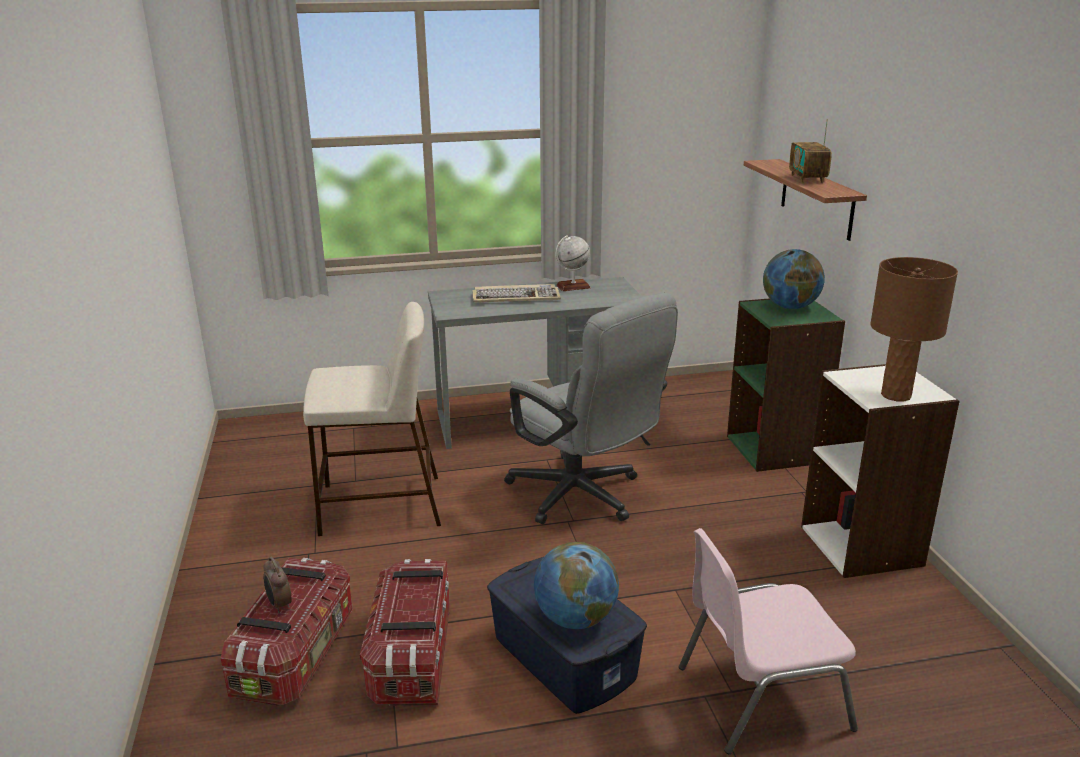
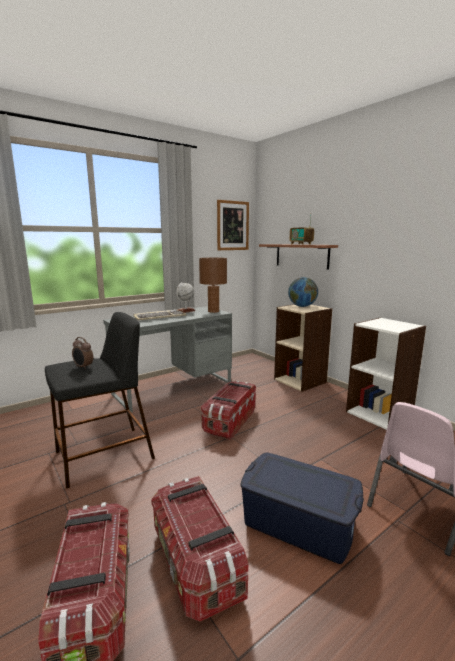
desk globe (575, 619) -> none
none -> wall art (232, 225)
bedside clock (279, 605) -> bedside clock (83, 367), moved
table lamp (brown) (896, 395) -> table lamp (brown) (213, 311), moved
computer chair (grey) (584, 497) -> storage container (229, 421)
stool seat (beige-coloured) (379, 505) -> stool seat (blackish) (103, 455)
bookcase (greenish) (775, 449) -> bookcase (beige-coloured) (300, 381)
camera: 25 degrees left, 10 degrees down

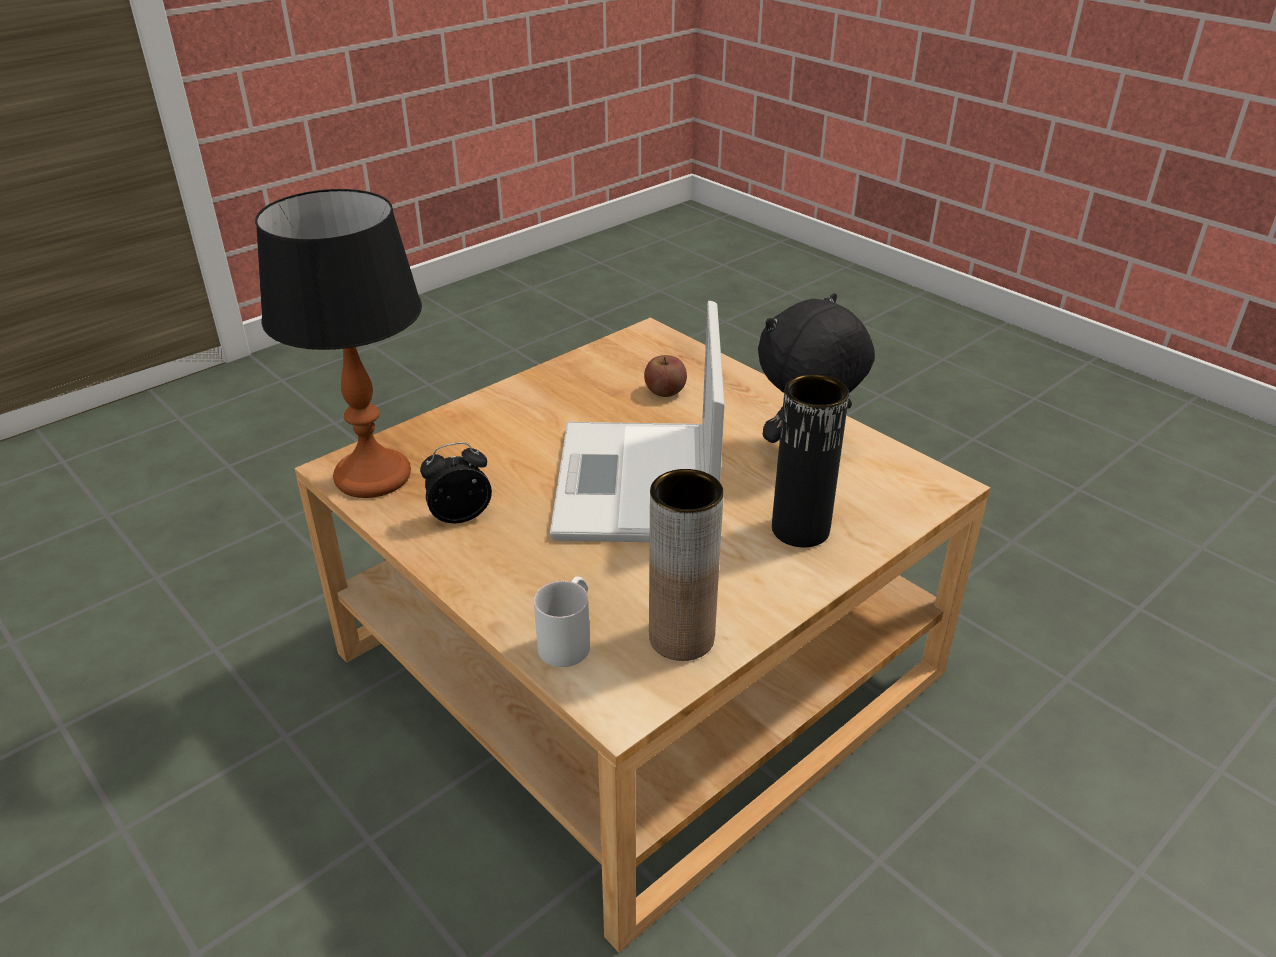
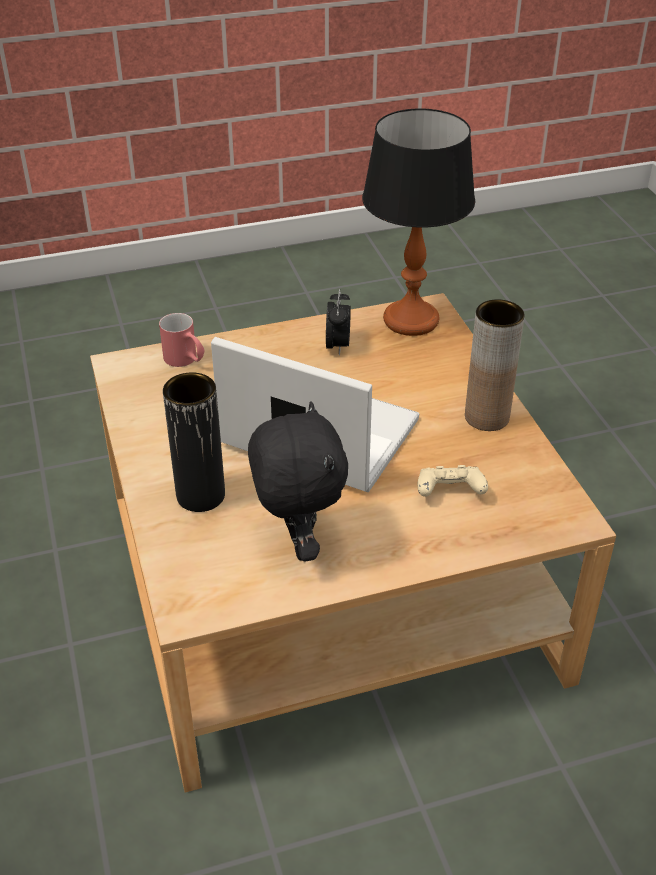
flower vase (brown) (681, 638) -> flower vase (brown) (486, 417), moved
apple fruit (665, 391) -> gamepad (beige-coloured) (449, 493)
coffee mug (white-coloured) (569, 638) -> coffee mug (red-coloured) (186, 361)
camera: 115 degrees right, 5 degrees up

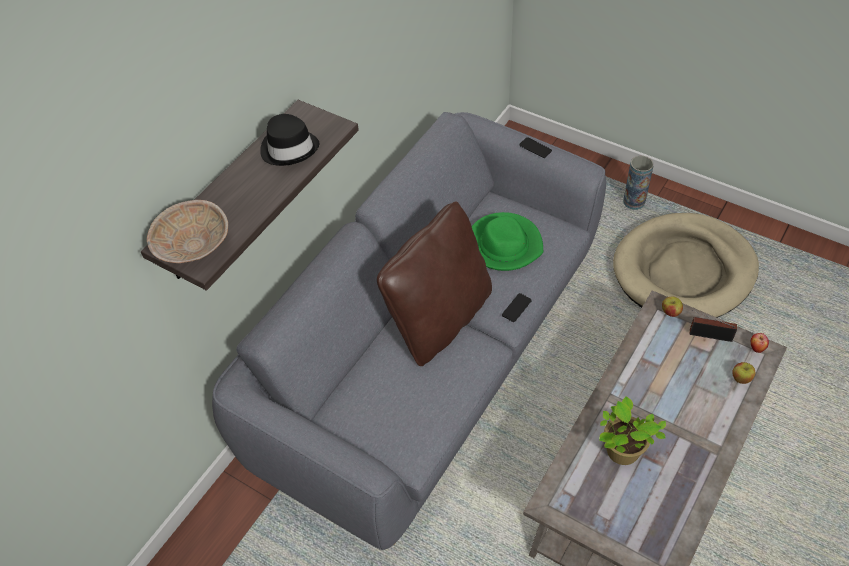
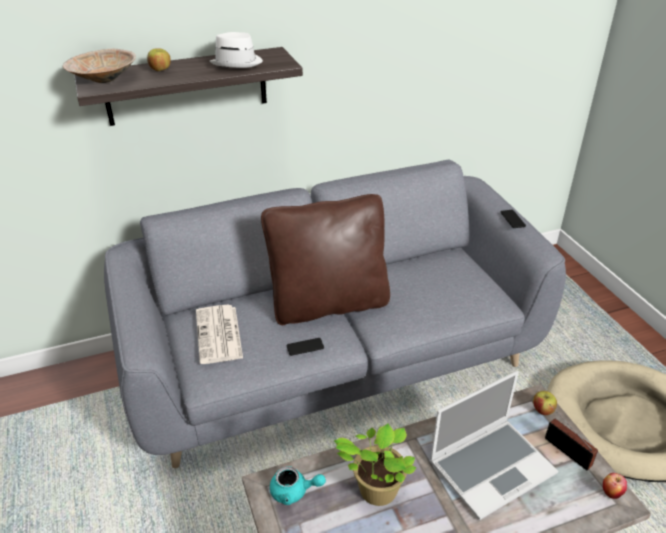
clothing hat (greenish) (504, 244) -> none
flower vase (634, 202) -> none
none -> daily paper (219, 335)
none -> pot for tea (blue-green) (294, 492)
none -> notebook computer (492, 467)
handset (516, 308) -> handset (305, 347), moved
apple fruit (741, 378) -> apple fruit (160, 70), moved
clothing hat (blackish) (289, 148) -> clothing hat (white-coloured) (238, 62)
camera: 35 degrees right, 15 degrees down

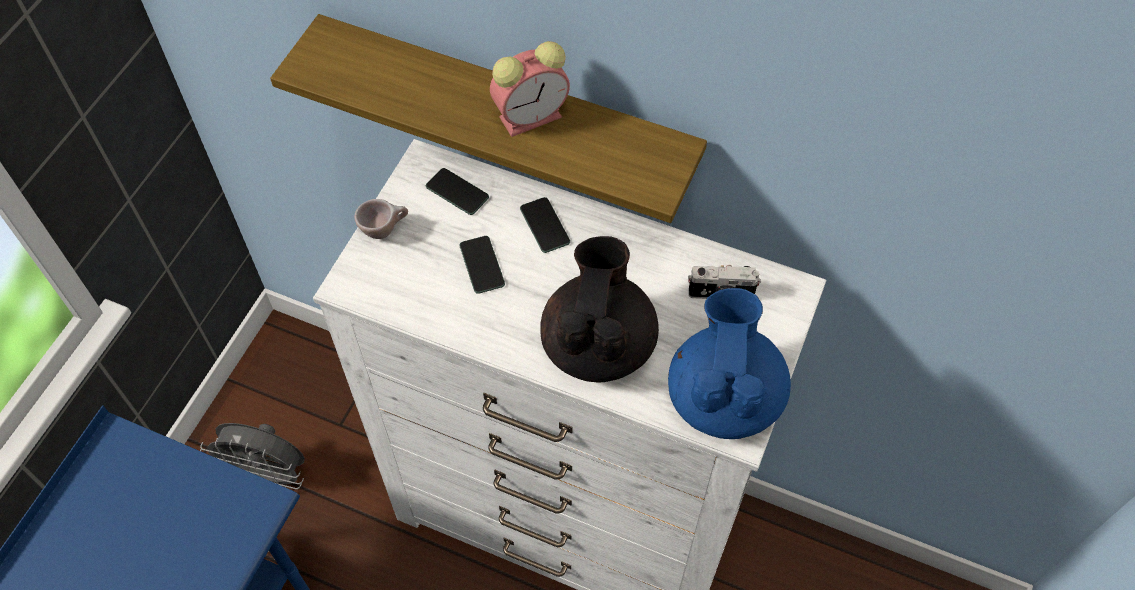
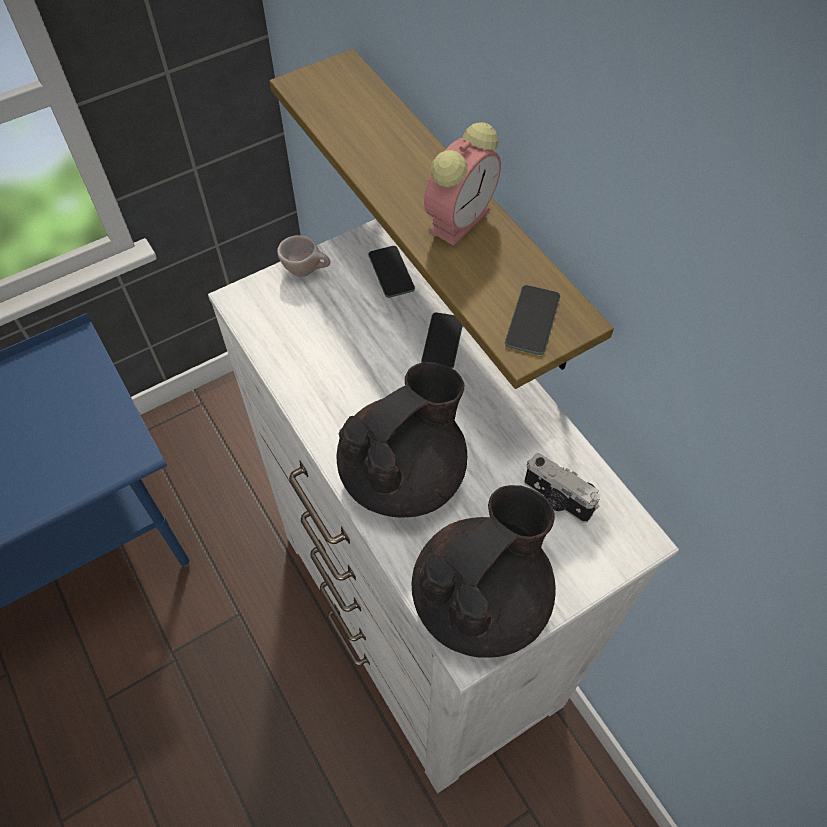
fan (grey) (268, 474) -> none
handset (482, 265) -> handset (532, 320), moved
pot for tea (blue) (724, 396) -> pot for tea (blackish) (481, 598)
bedside clock (532, 115) -> bedside clock (460, 218), 60 degrees counterclockwise
camera: 35 degrees right, 0 degrees up

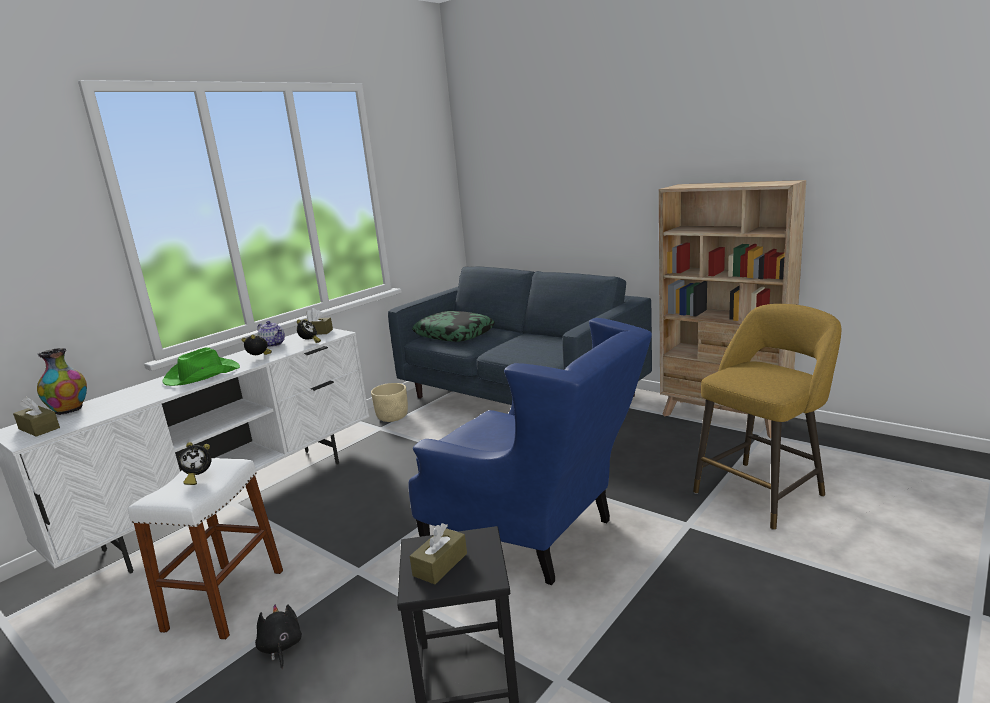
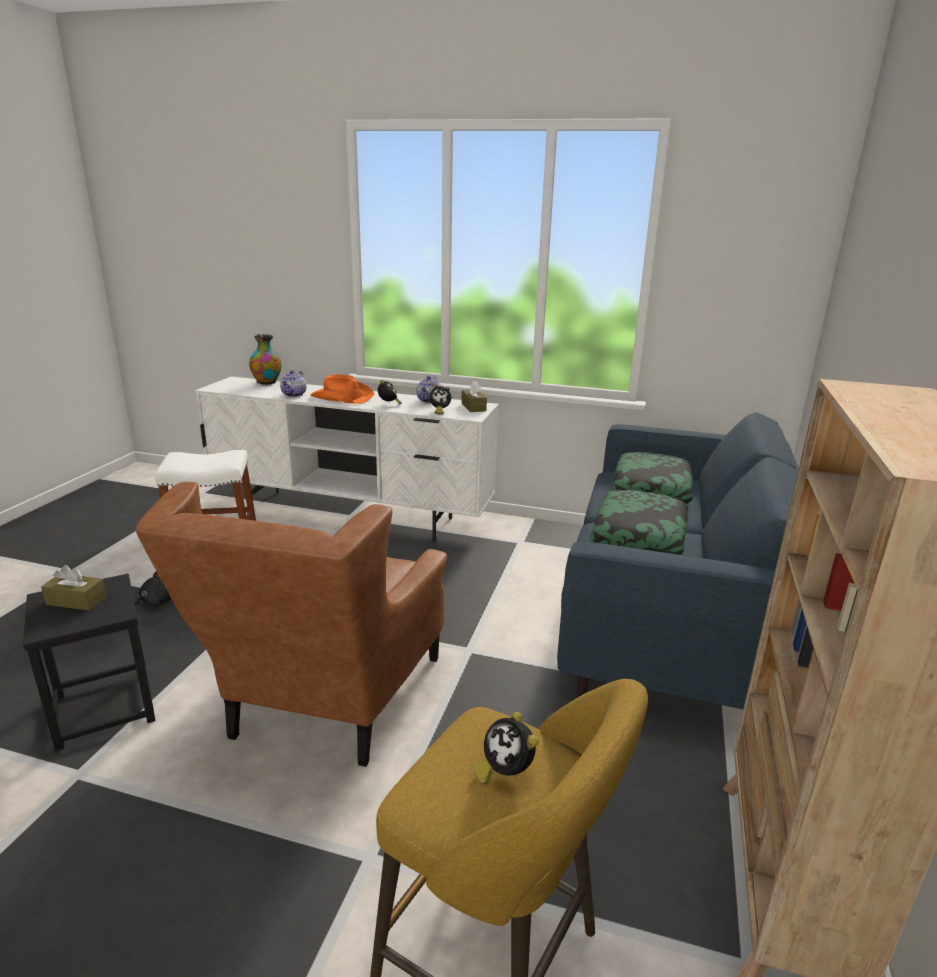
box of tissues (brown) (39, 428) -> none
planter (beige-coloured) (392, 417) -> none
none -> pot for tea (294, 394)
none -> cushion (639, 536)
bedside clock (198, 477) -> bedside clock (505, 772), moved
clothing hat (greenish) (201, 375) -> clothing hat (orange-coloured) (341, 397)
easy chair (blue) (536, 534) -> easy chair (brown) (324, 706)
camera: 65 degrees right, 5 degrees up

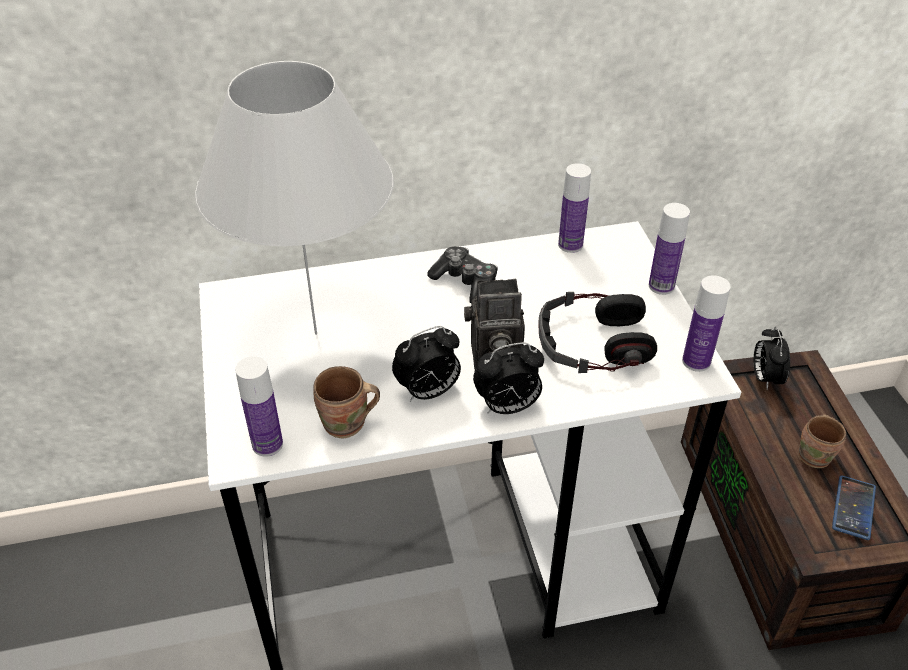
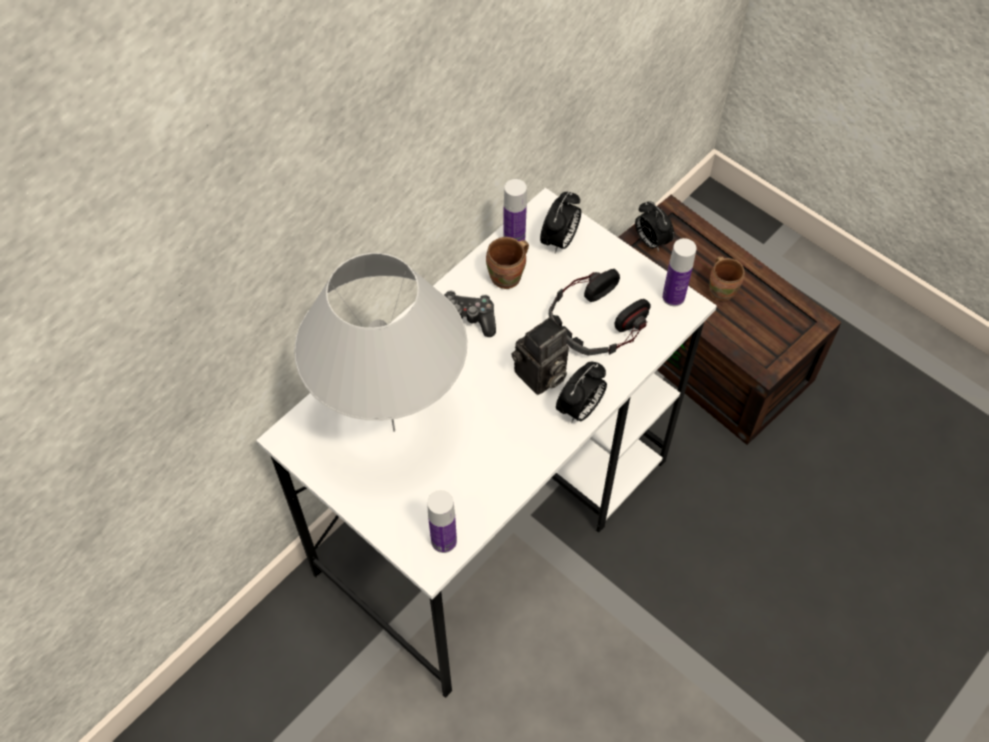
bottle (661, 286) -> none
handset (853, 508) -> none
coffee mug (brown) (347, 425) -> coffee mug (brown) (508, 277), moved
bedside clock (428, 392) -> bedside clock (560, 241), moved
camera: 35 degrees left, 15 degrees up

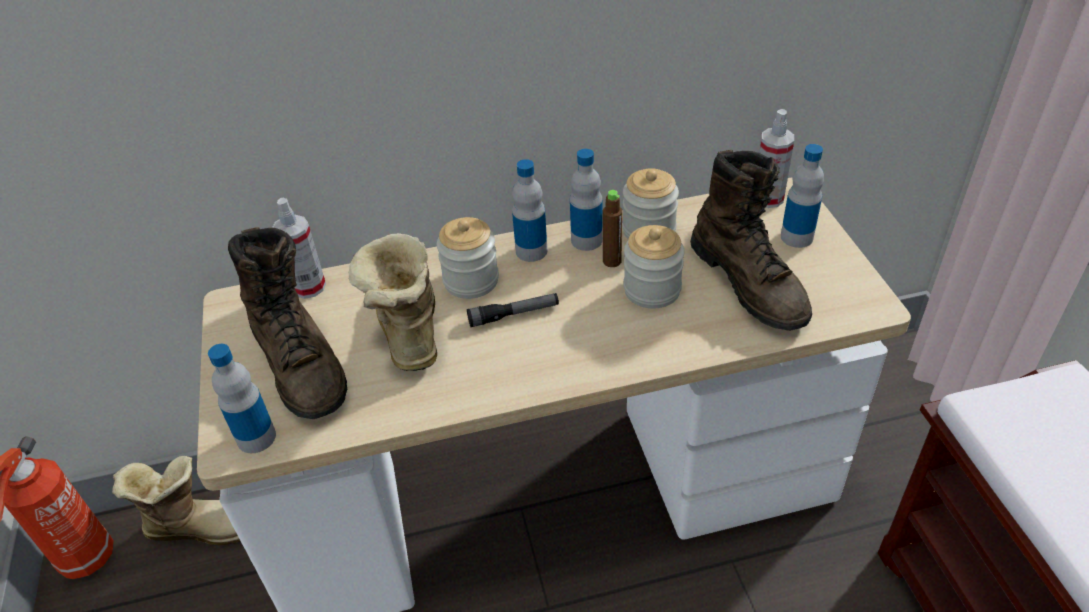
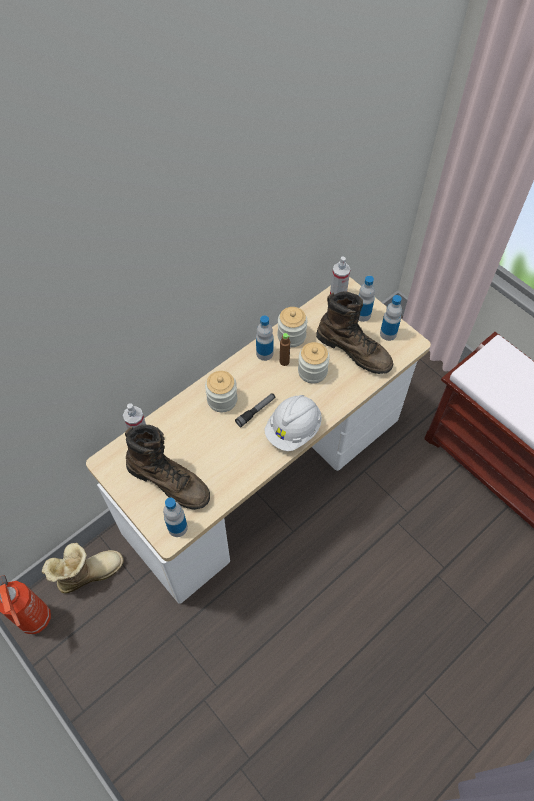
high-top boot (406, 331) -> none
none -> work helmet (white-coloured) (293, 430)
bottle (531, 251) -> bottle (388, 333), moved
camera: 30 degrees left, 15 degrees up

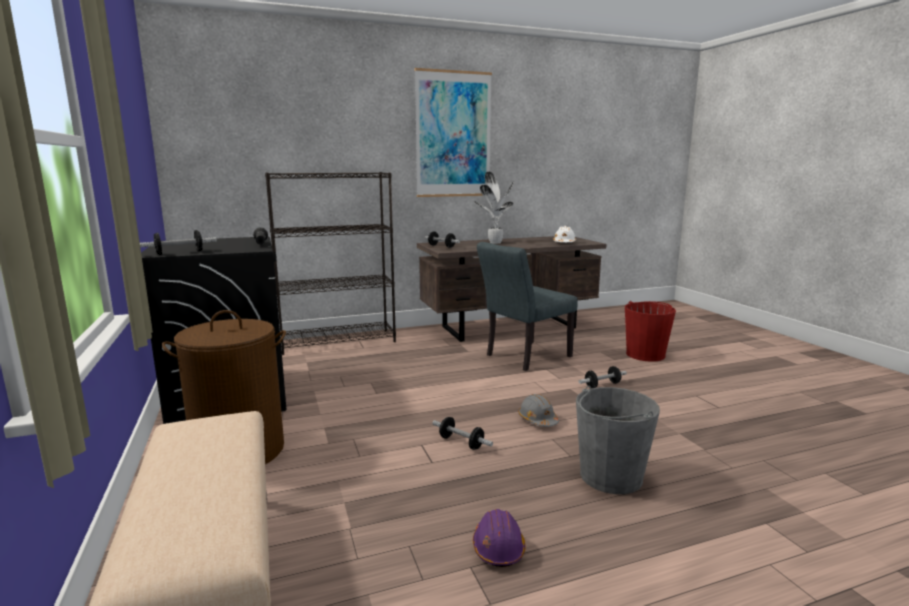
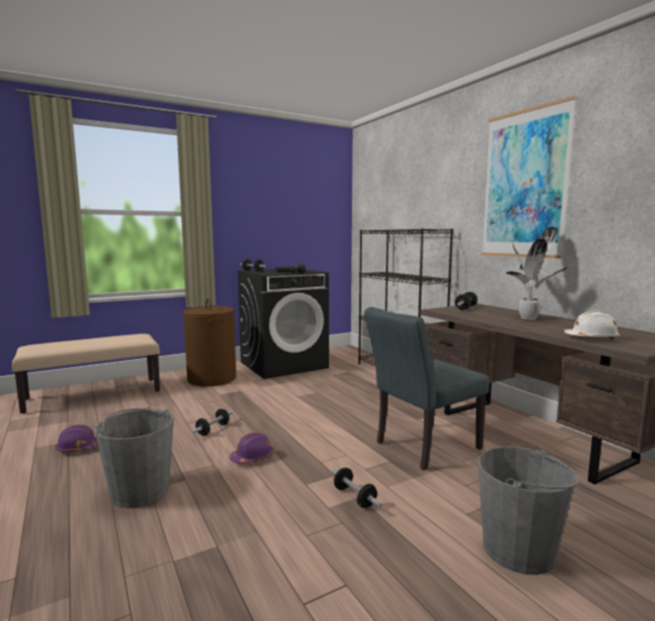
work helmet (grey) (538, 420) -> work helmet (purple-coloured) (252, 458)
bucket (red-coloured) (645, 354) -> bucket (grey) (519, 550)
plain chair (grey) (523, 357) -> plain chair (grey) (421, 447), 75 degrees counterclockwise
camera: 80 degrees right, 5 degrees down

